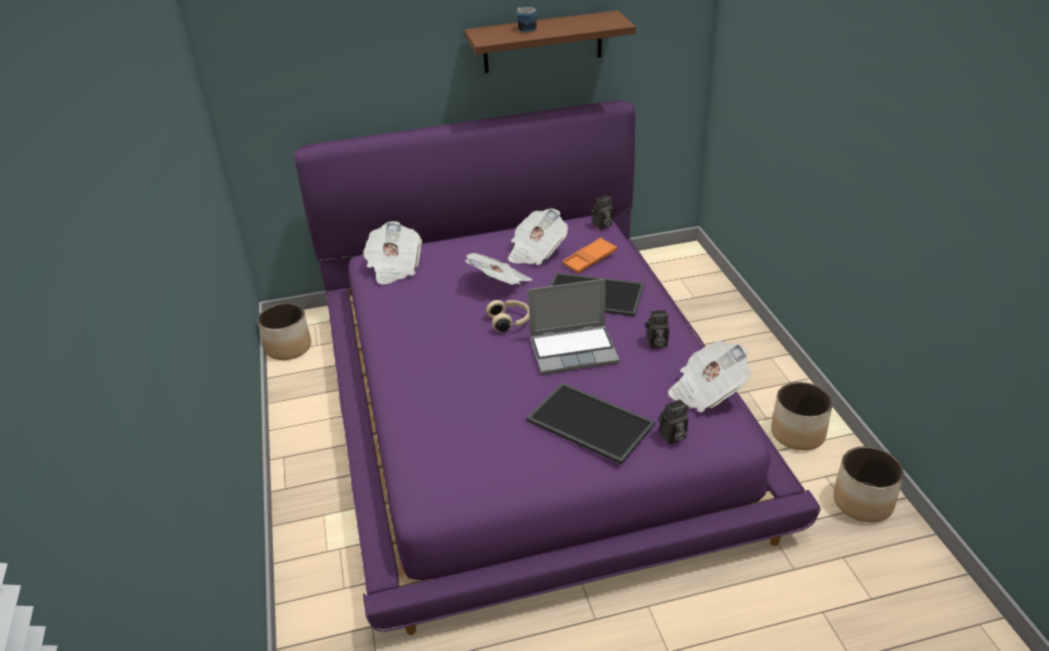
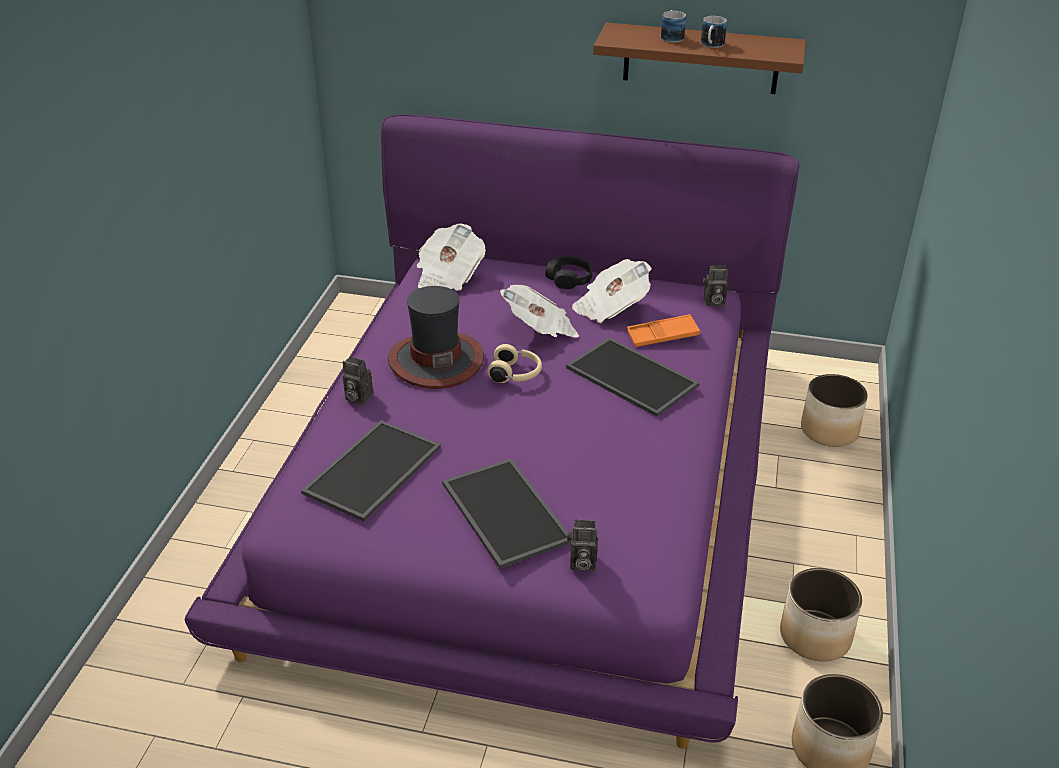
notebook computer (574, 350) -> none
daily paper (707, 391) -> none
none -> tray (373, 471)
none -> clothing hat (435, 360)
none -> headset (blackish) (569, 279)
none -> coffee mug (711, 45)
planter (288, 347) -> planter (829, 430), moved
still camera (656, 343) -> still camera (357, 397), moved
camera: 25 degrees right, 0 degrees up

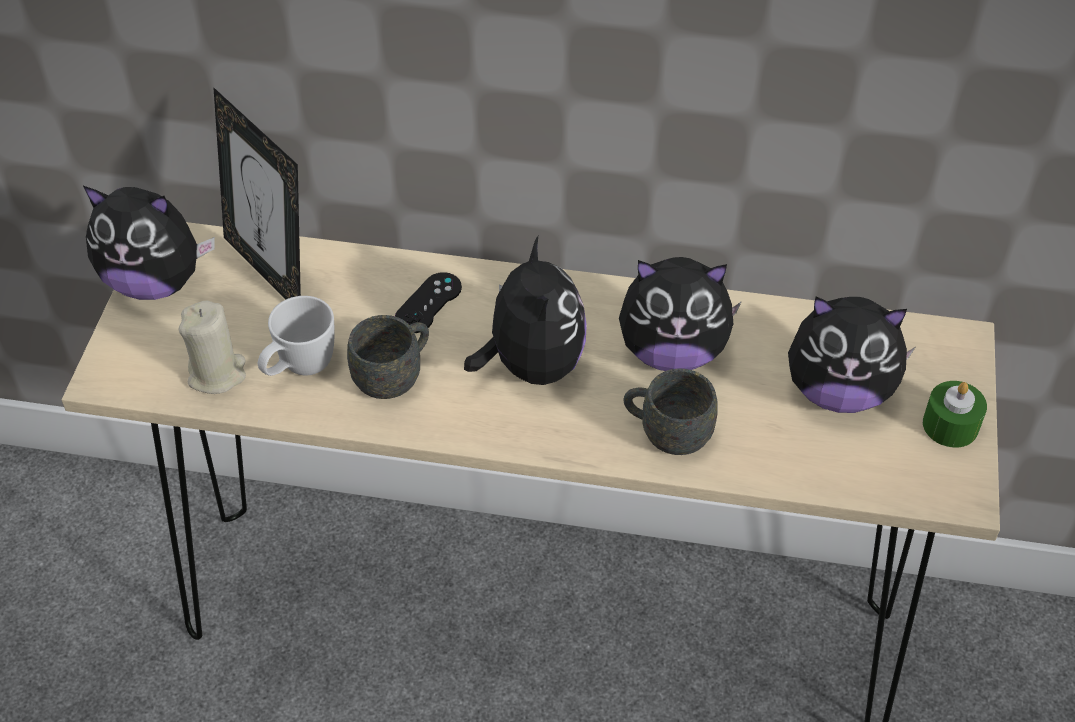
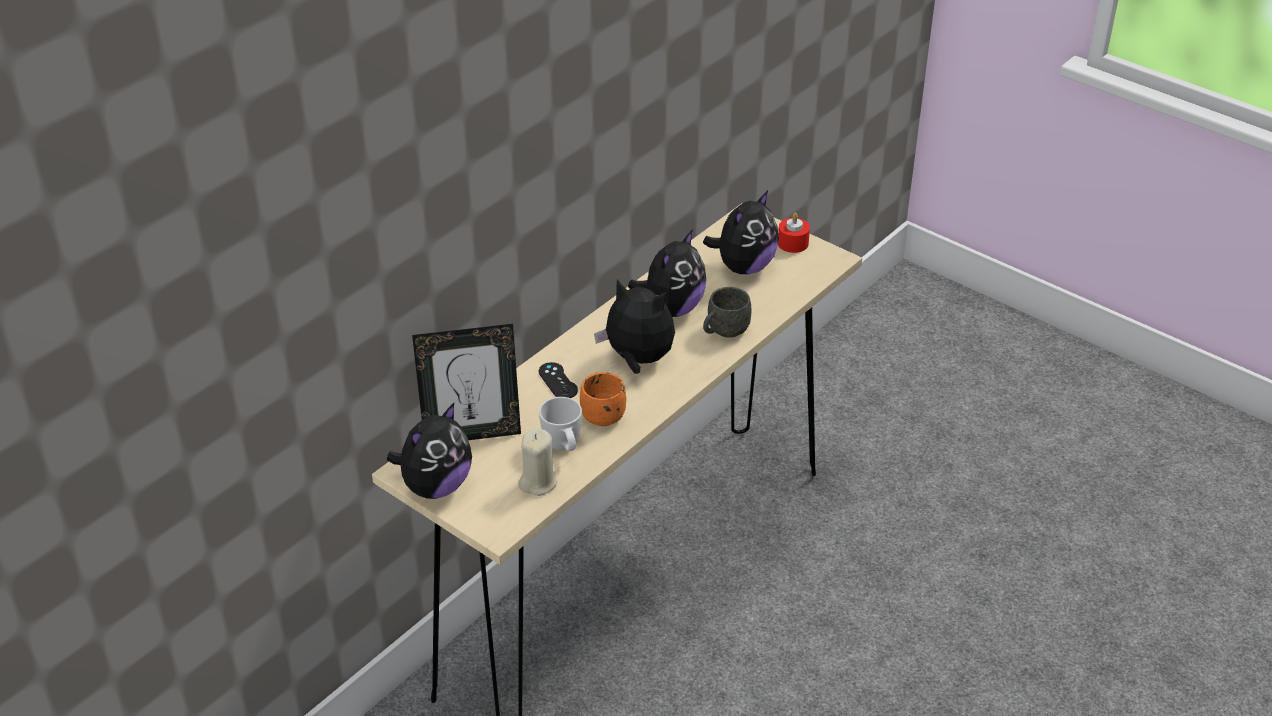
coffee mug (grey) (394, 376) -> coffee mug (orange-coloured) (601, 412)
wax candle (greenish) (950, 425) -> wax candle (red-coloured) (793, 243)
camera: 60 degrees left, 10 degrees down

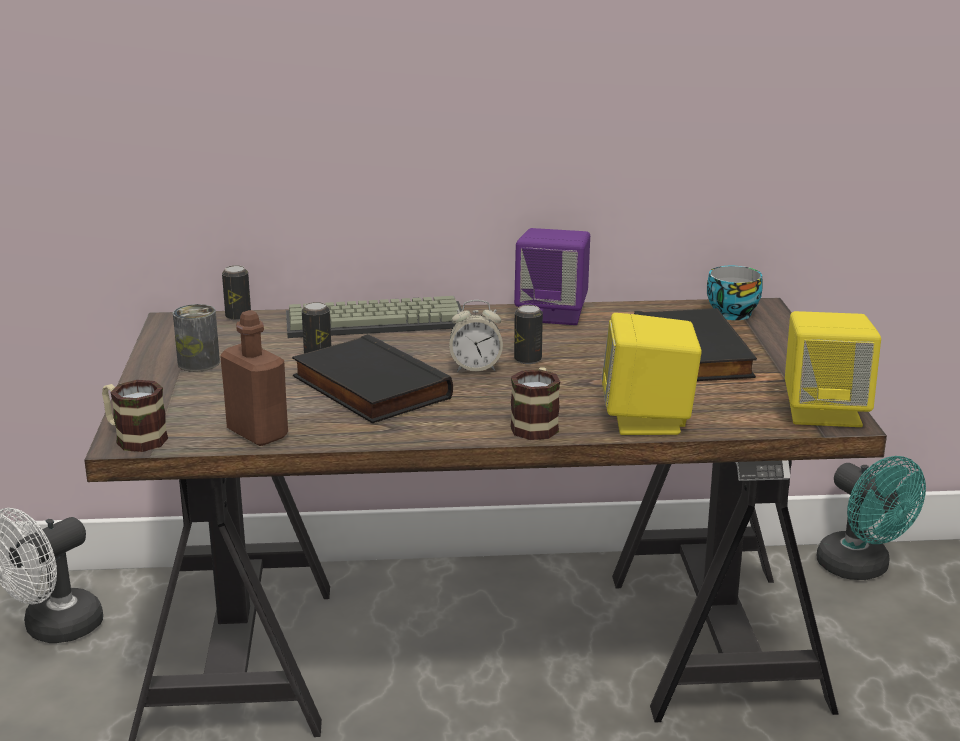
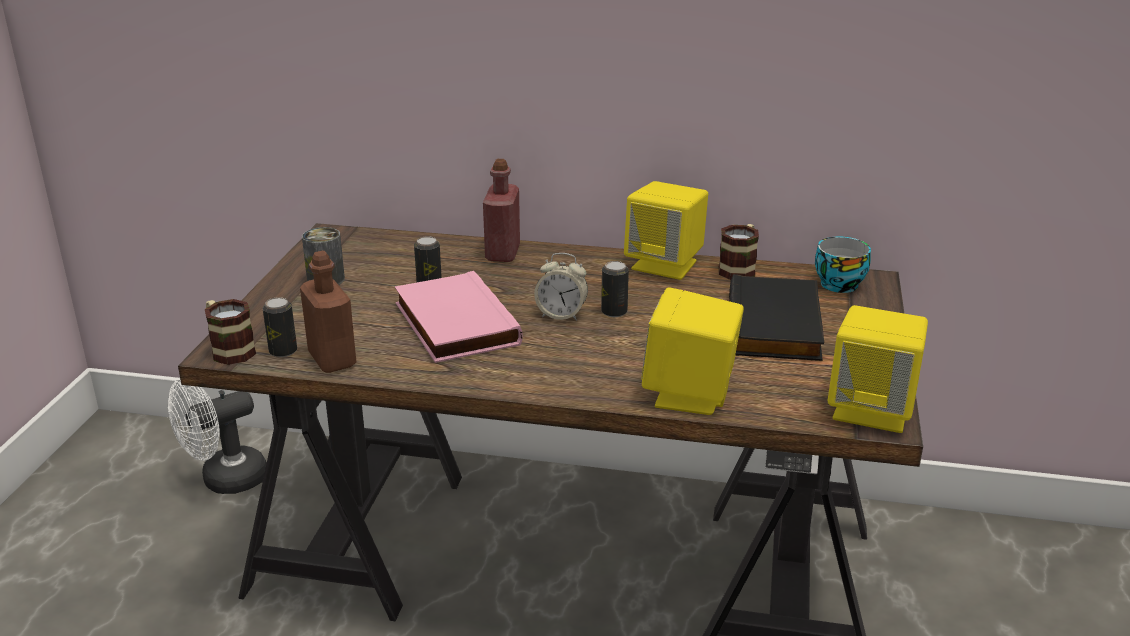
fan (blue-green) (861, 569) -> none
sealed can (238, 316) -> sealed can (283, 351), moved
coffee mug (536, 424) -> coffee mug (739, 268), moved
PC keyboard (377, 320) -> bottle (red-coloured) (502, 253)
bound book (blackish) (367, 388) -> bound book (pink) (453, 324)
speaker (purple-coloured) (553, 314) -> speaker (yellow-coloured) (665, 265)
camera: 15 degrees right, 5 degrees up

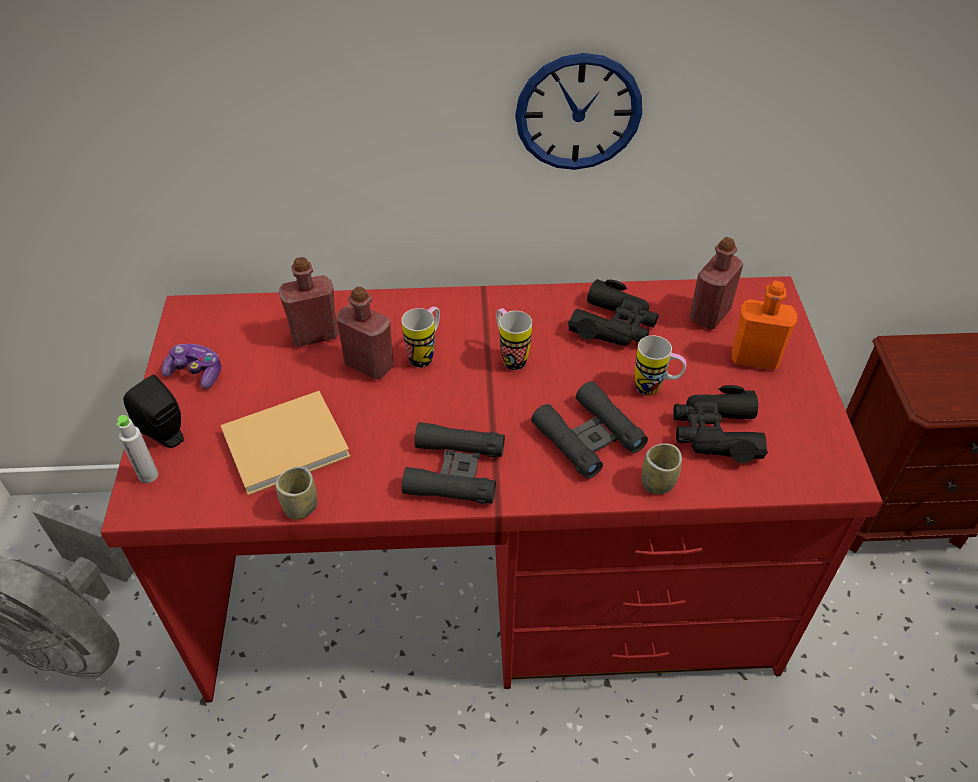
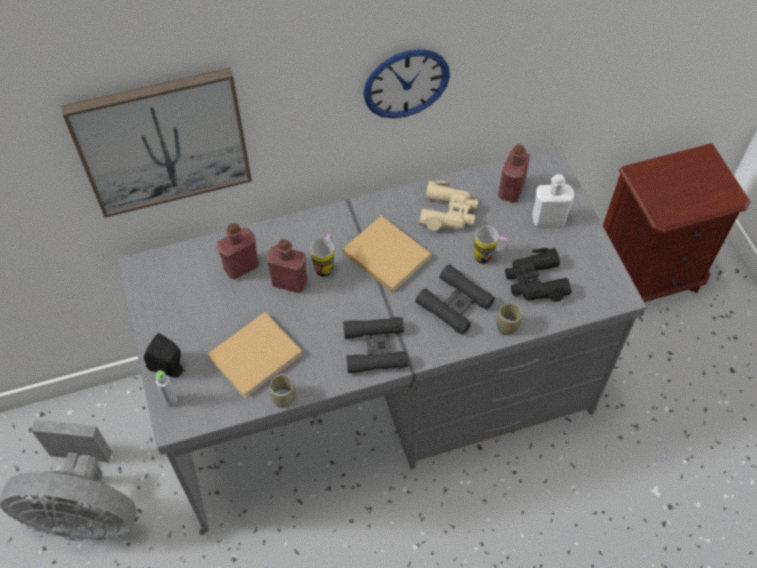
gamepad (196, 372) -> none
none -> wall art (162, 142)
coffee mug (510, 357) -> bound book (beige-coloured) (384, 254)
desk (red-coloured) (490, 583) -> desk (grey) (379, 397)
binoculars (blackish) (614, 325) -> binoculars (beige-coloured) (448, 212)
bottle (orange-coloured) (754, 359) -> bottle (white-coloured) (548, 219)
camera: 15 degrees left, 10 degrees up

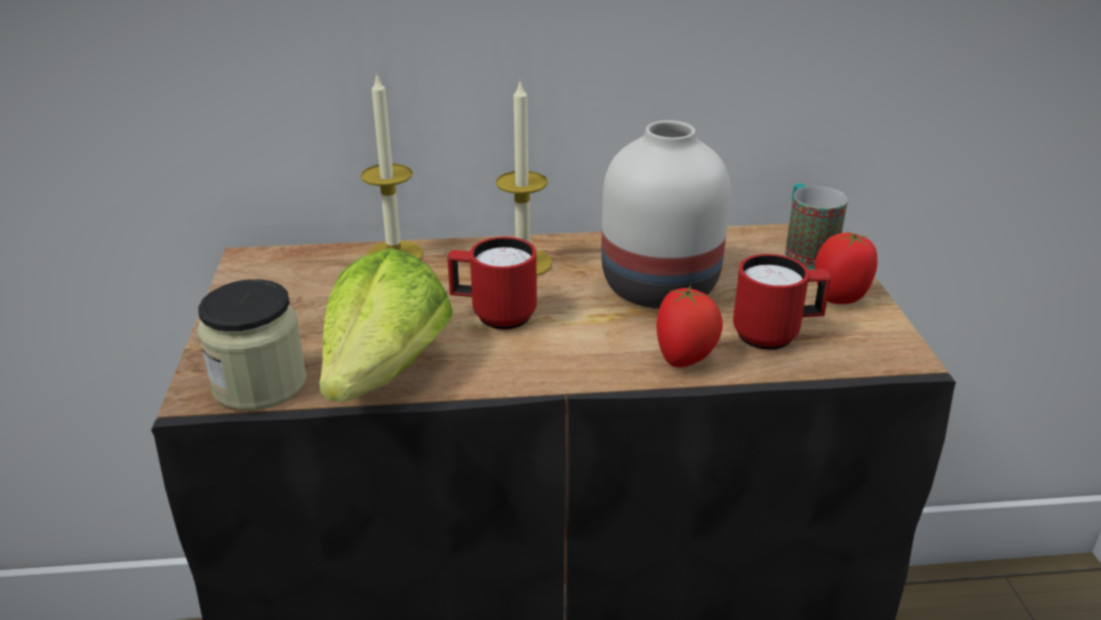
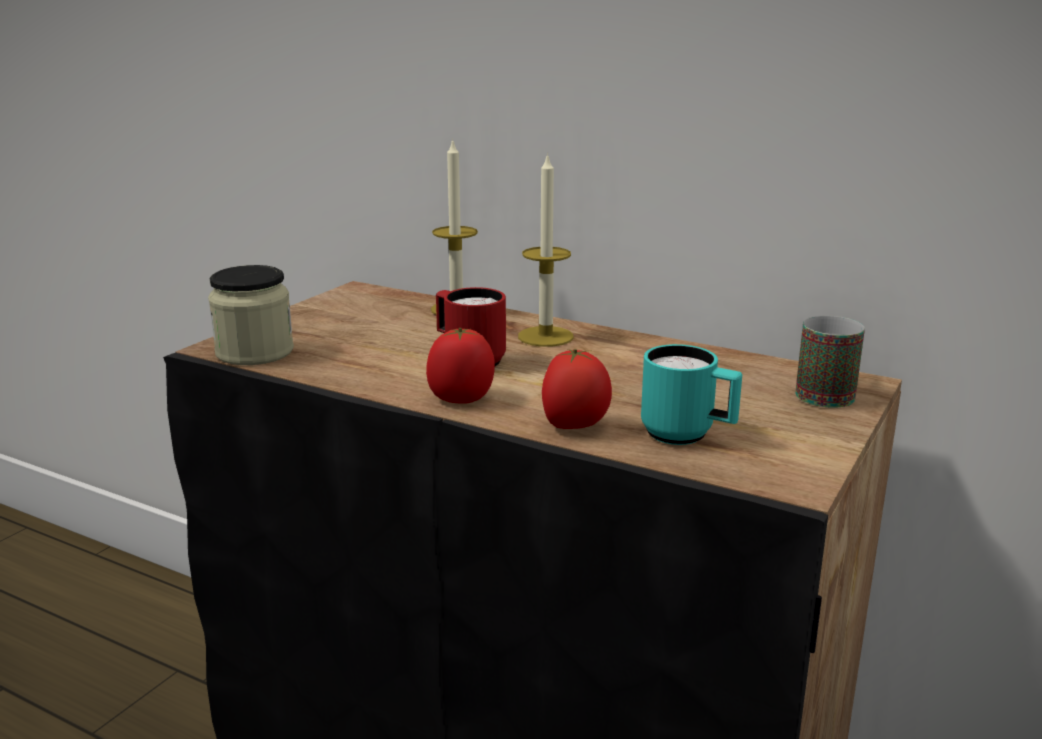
lettuce head (386, 372) -> none
flower vase (white-coloured) (661, 288) -> none
fresh tomato (840, 297) -> fresh tomato (461, 399), moved
coffee mug (red-coloured) (776, 335) -> coffee mug (blue-green) (687, 436)
camera: 35 degrees right, 10 degrees down

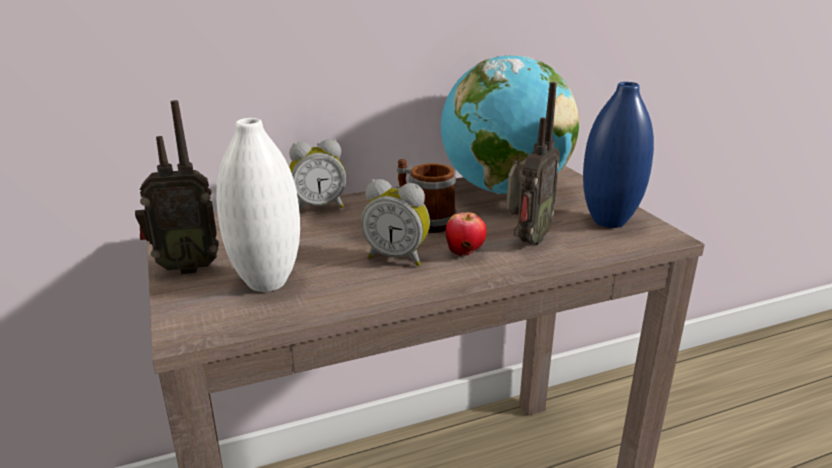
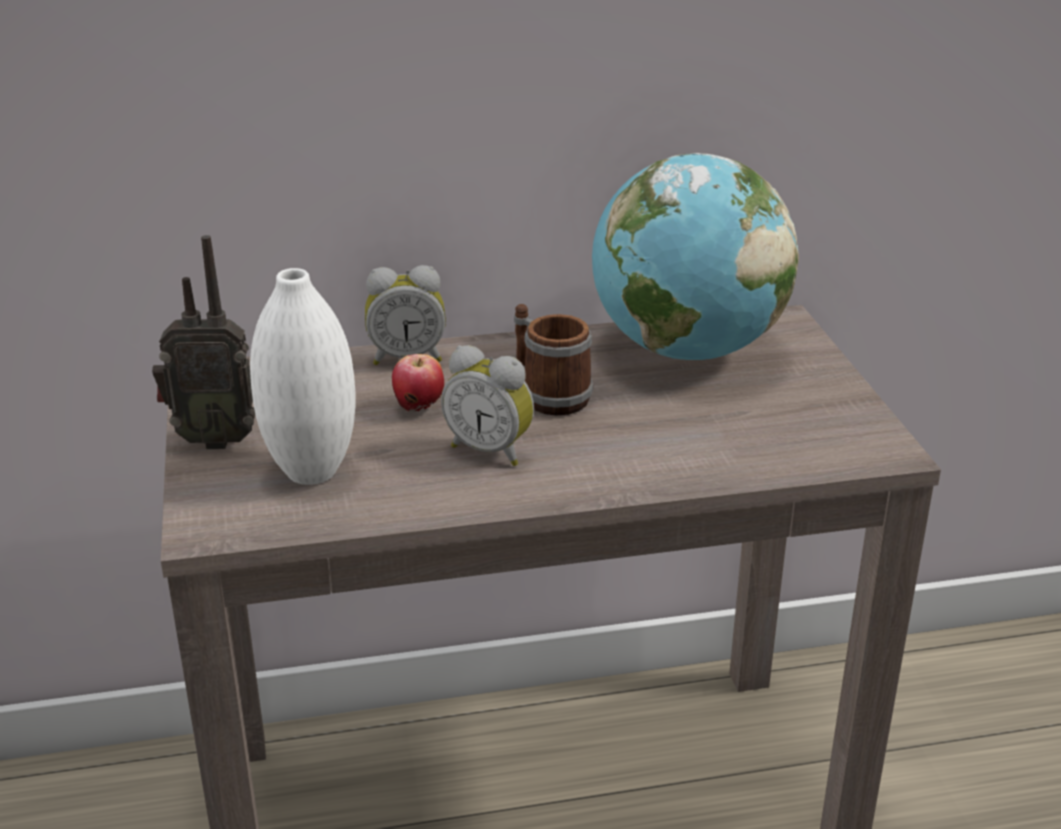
radio set (526, 241) -> none
flower vase (blue) (609, 222) -> none
apple fruit (465, 253) -> apple fruit (419, 408), moved
camera: 10 degrees right, 5 degrees up

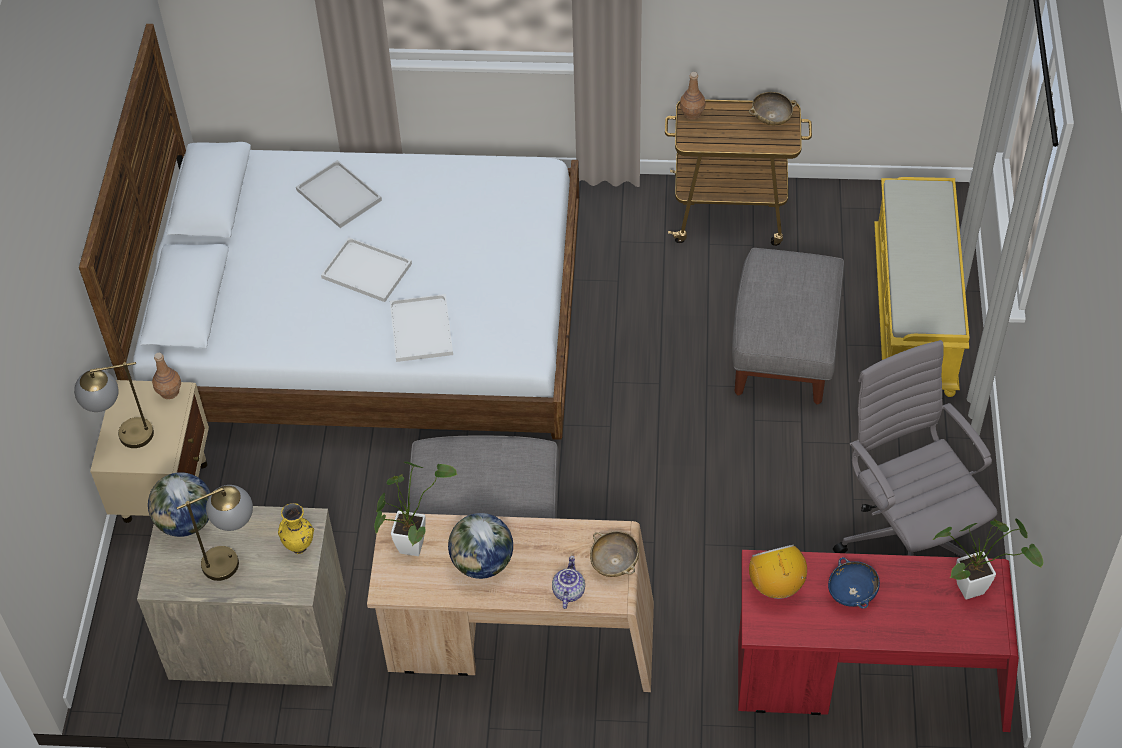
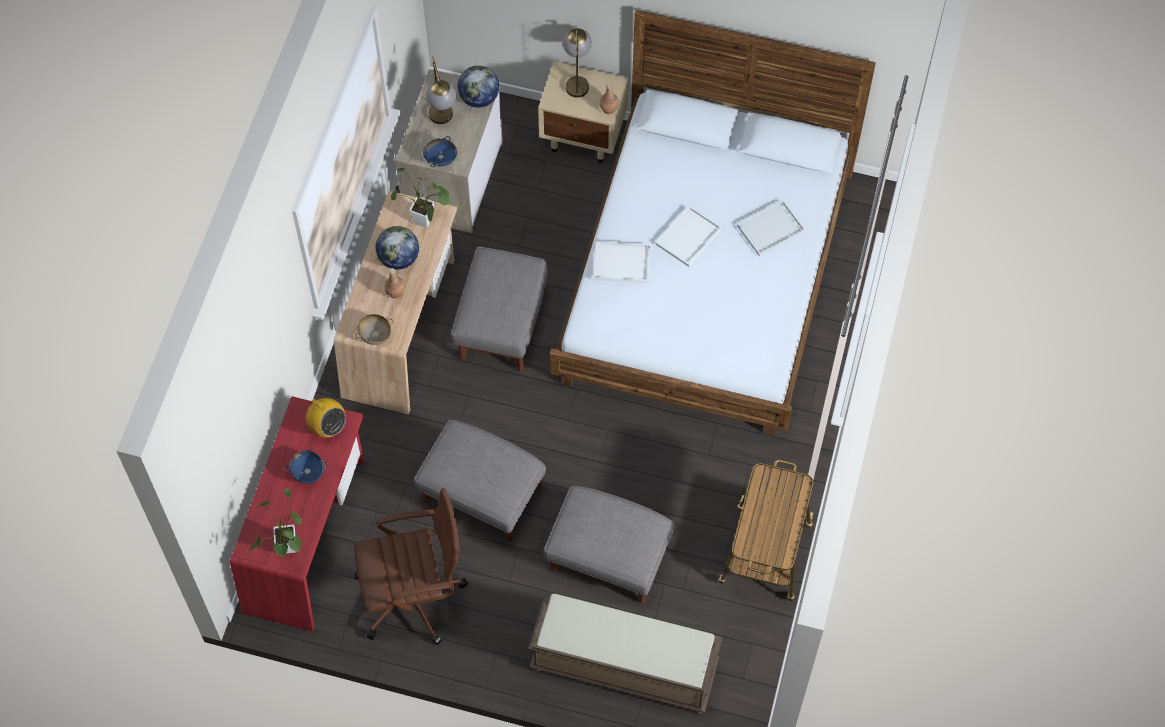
pot for tea (568, 591) -> none
deep dish (beige-coloured) (771, 118) -> none
none -> ottoman (grey) (481, 494)
bottle (brown) (692, 113) -> bottle (brown) (395, 292), moved
flower vase (yellow-coloured) (300, 547) -> deep dish (blue) (440, 158)
computer chair (grey) (907, 538) -> computer chair (brown) (414, 596)
indoor bench (yellow-coloured) (915, 314) -> indoor bench (brown) (622, 667)
radio set (776, 586) -> radio set (327, 427), 45 degrees clockwise
camera: 100 degrees right, 10 degrees up

